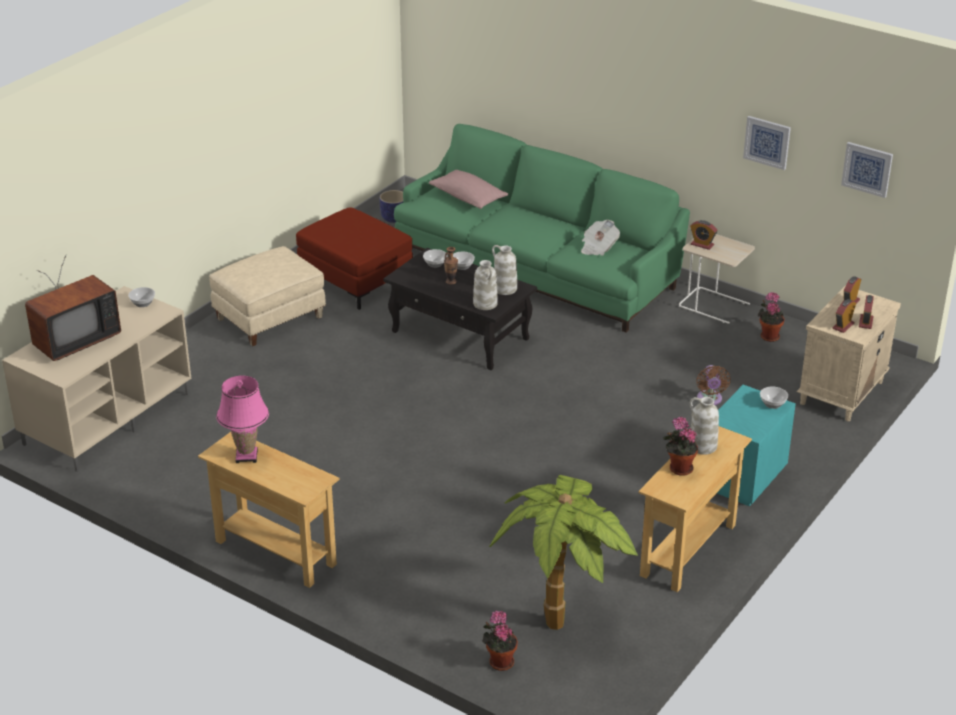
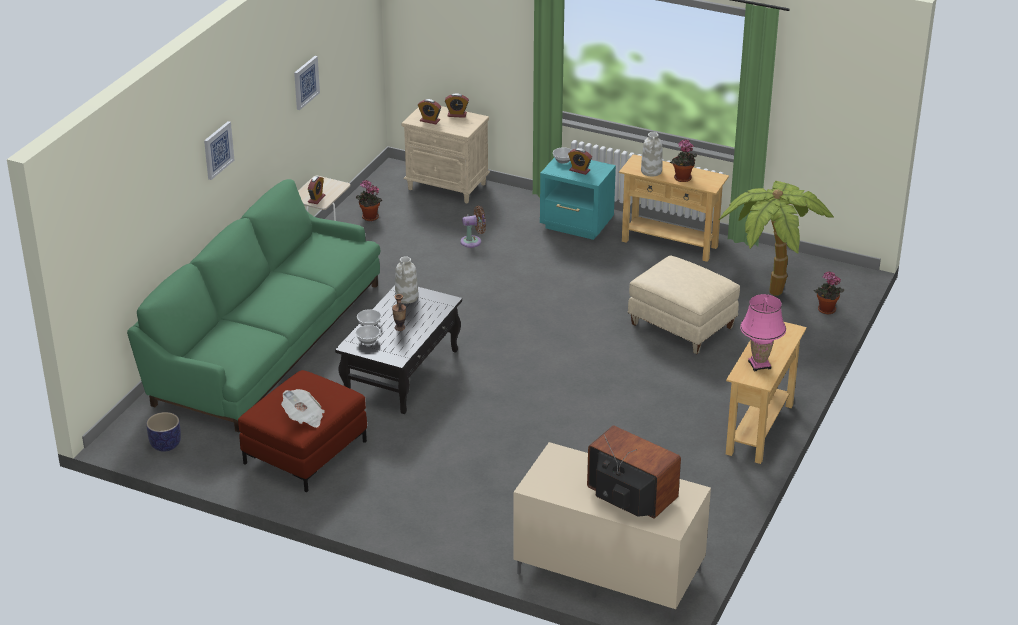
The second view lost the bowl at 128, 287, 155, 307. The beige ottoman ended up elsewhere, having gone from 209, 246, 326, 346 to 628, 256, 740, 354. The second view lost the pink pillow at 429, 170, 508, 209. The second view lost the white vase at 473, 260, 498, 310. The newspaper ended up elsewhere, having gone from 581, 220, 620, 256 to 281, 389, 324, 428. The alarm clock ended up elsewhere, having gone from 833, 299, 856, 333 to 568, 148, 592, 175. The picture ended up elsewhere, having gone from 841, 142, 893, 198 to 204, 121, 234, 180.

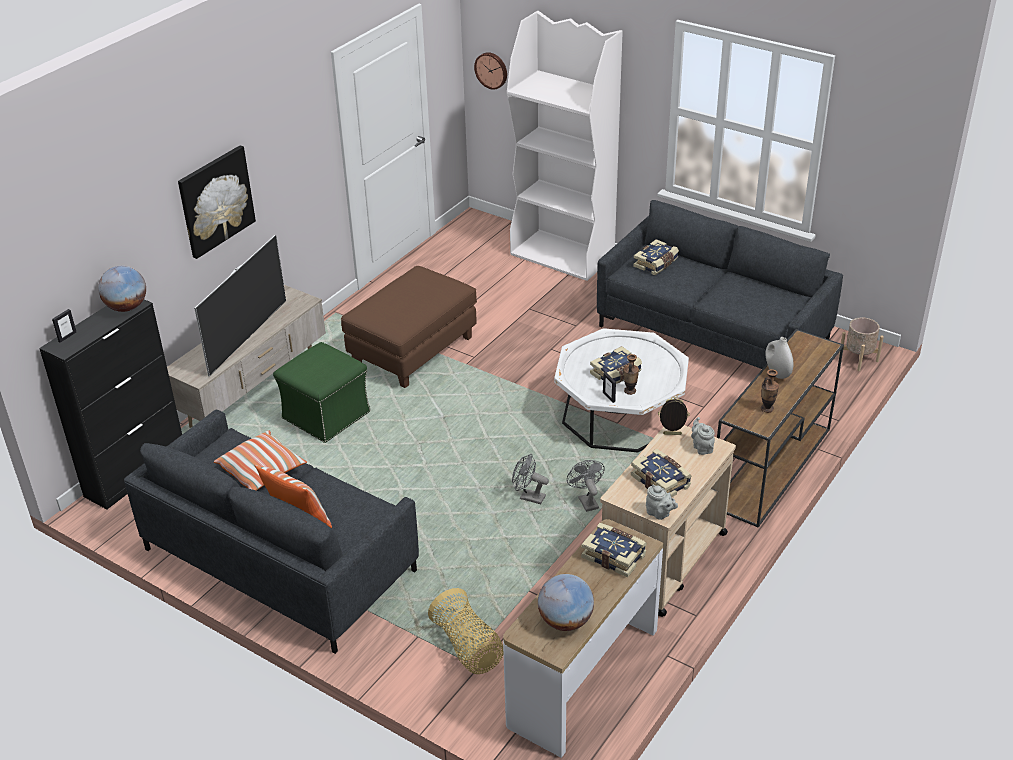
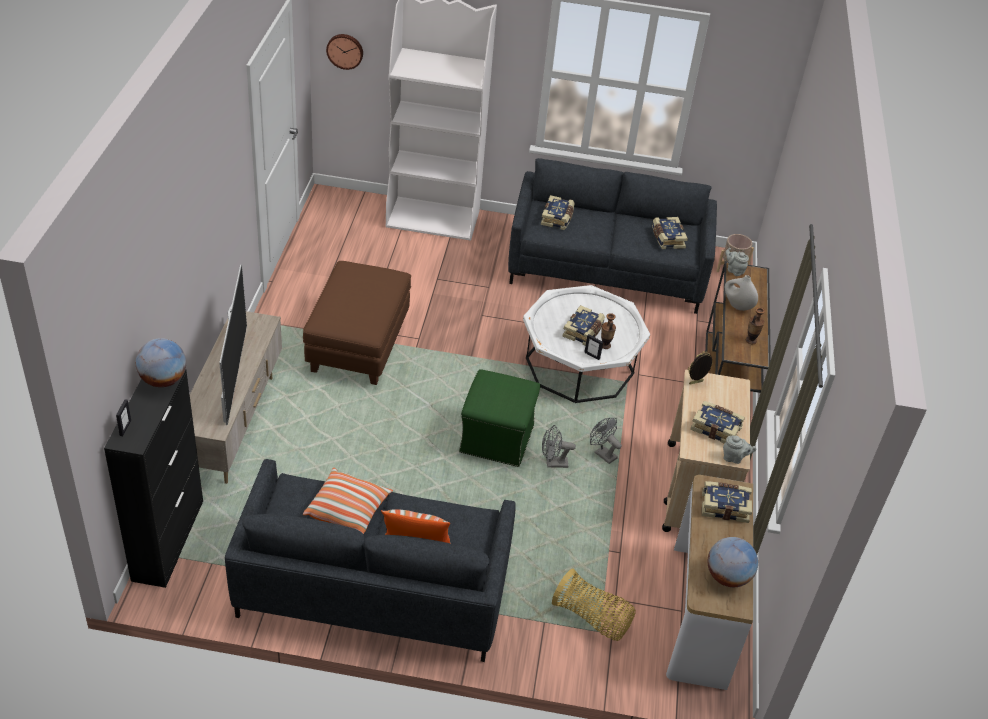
The second view lost the picture at 178, 145, 256, 259. The green ottoman ended up elsewhere, having gone from 273, 342, 371, 443 to 459, 369, 540, 467. The grey teapot ended up elsewhere, having gone from 691, 417, 715, 455 to 725, 247, 749, 276. The second view gained the book at 652, 217, 688, 249.

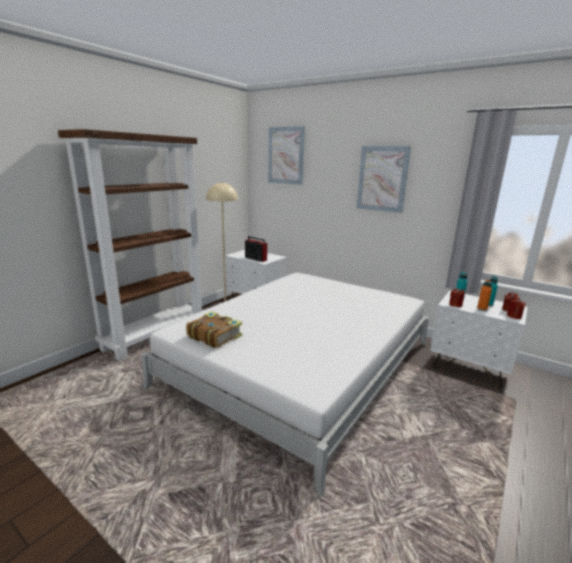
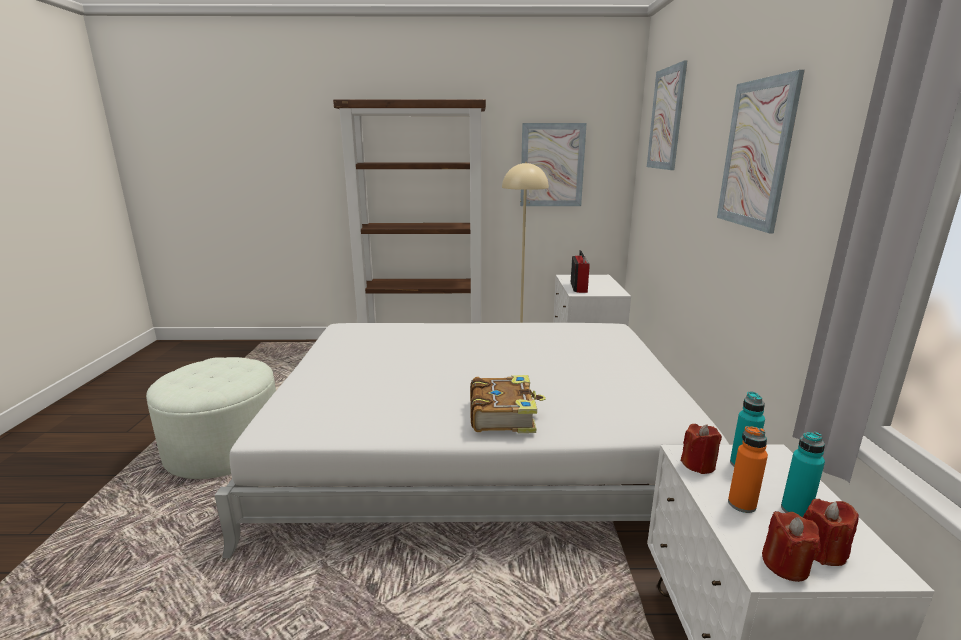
The book ended up elsewhere, having gone from 186, 311, 242, 348 to 470, 375, 546, 433. The second view gained the white ottoman at 146, 357, 276, 479. The second view gained the picture at 520, 123, 587, 206.

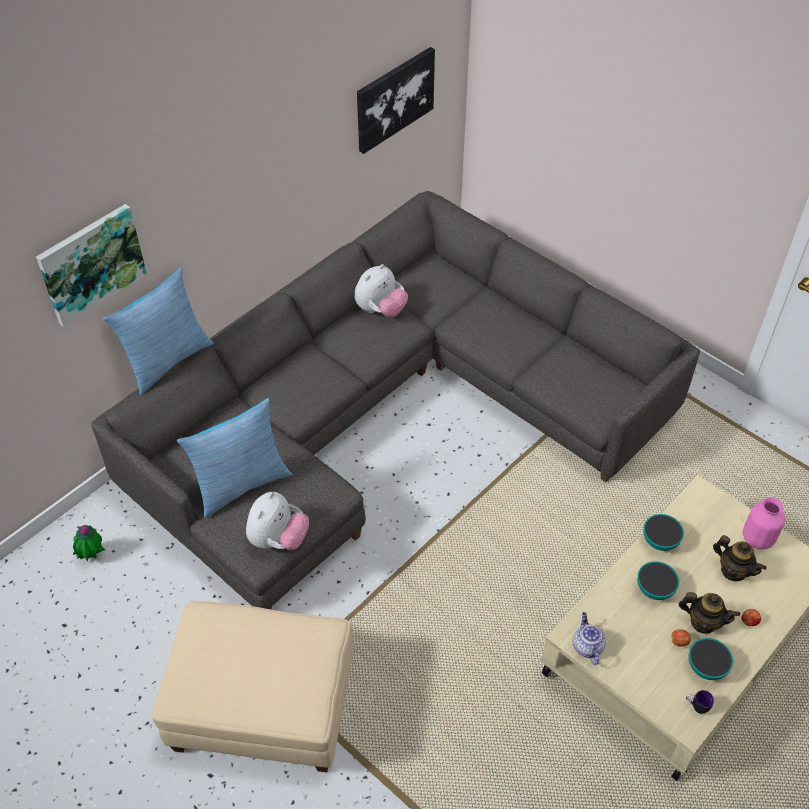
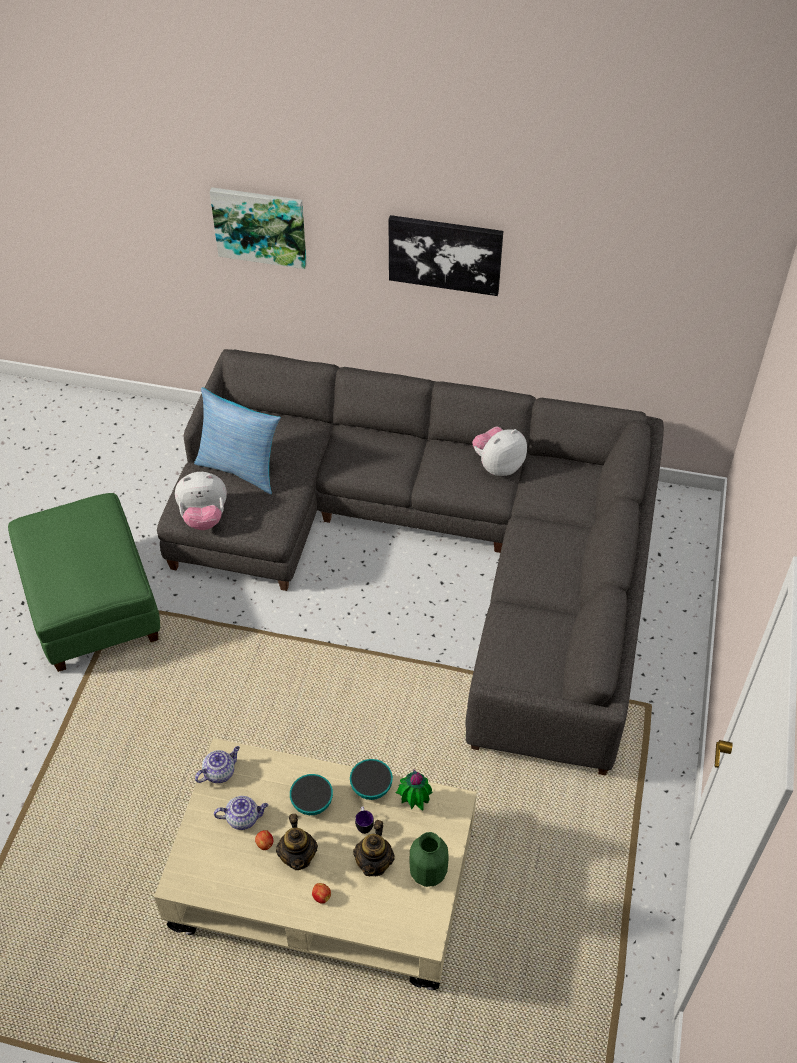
The potted plant ended up elsewhere, having gone from 73, 525, 105, 561 to 396, 769, 433, 811. The second view lost the pillow at 103, 268, 214, 395. What was the beige ottoman at 152, 601, 353, 772 turned into the green ottoman at 8, 493, 160, 672. The plush toy at 355, 264, 408, 317 ended up facing another way, 135 degrees clockwise from before. The picture ended up elsewhere, having gone from 357, 47, 435, 154 to 389, 215, 503, 296. The mug ended up elsewhere, having gone from 686, 690, 714, 714 to 355, 806, 374, 834. The second view lost the bowl at 689, 638, 733, 680. What was the pink vase at 742, 497, 786, 549 turned into the green vase at 410, 832, 449, 887. The second view gained the teapot at 214, 796, 268, 830.

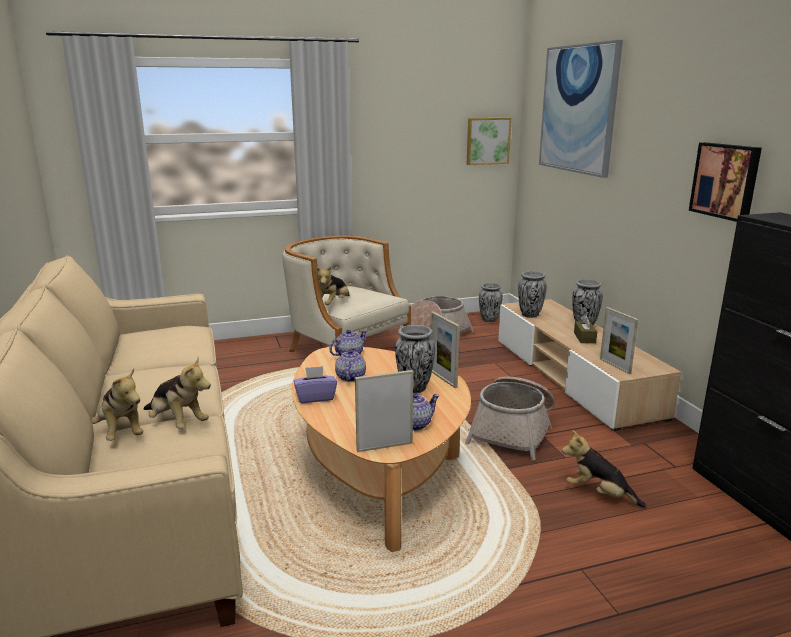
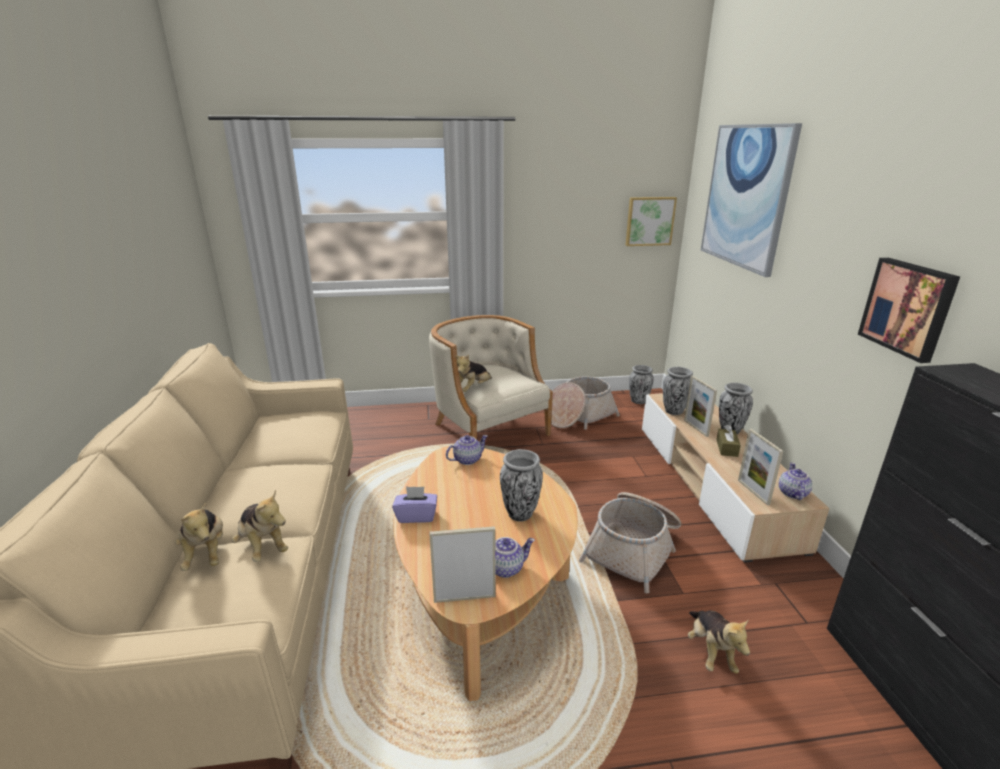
The teapot ended up elsewhere, having gone from 335, 347, 366, 382 to 779, 463, 812, 500. The picture frame ended up elsewhere, having gone from 430, 312, 460, 388 to 684, 376, 717, 437. The plush toy at 562, 430, 646, 508 ended up facing another way, 135 degrees counterclockwise from before.

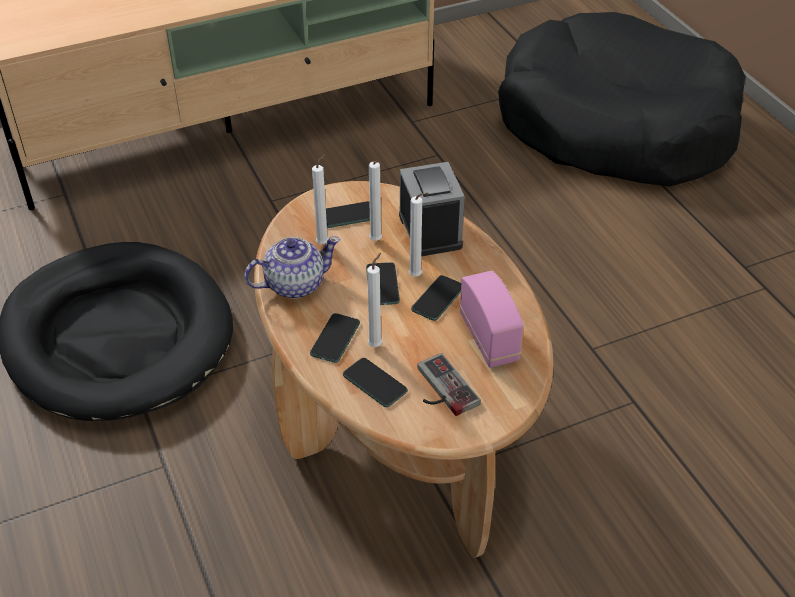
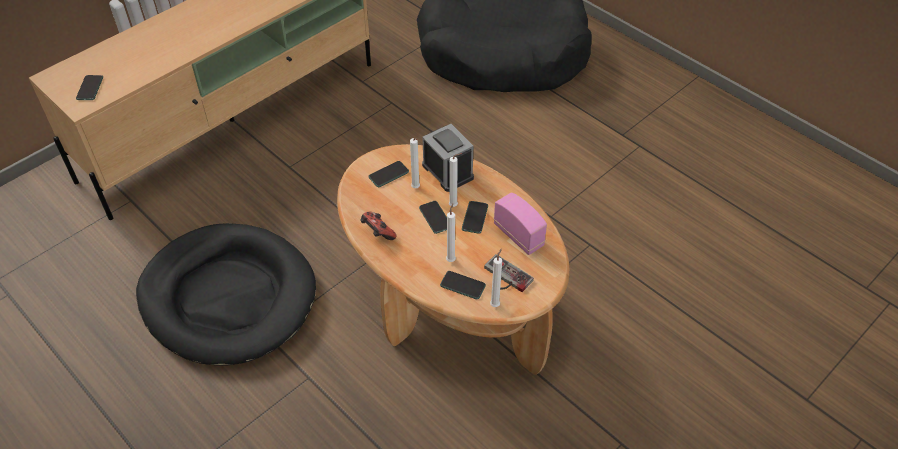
Where the teapot stood at 244, 236, 340, 299, the game controller came to stand at 360, 212, 396, 240. The phone ended up elsewhere, having gone from 310, 313, 360, 363 to 76, 75, 103, 100. The white candle ended up elsewhere, having gone from 312, 154, 329, 244 to 490, 249, 502, 307.

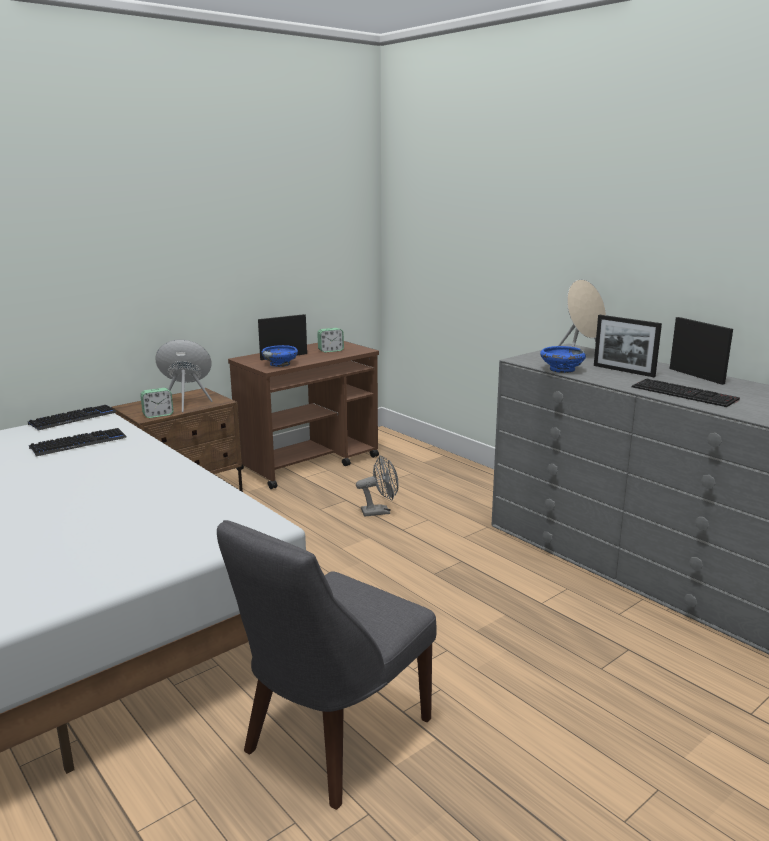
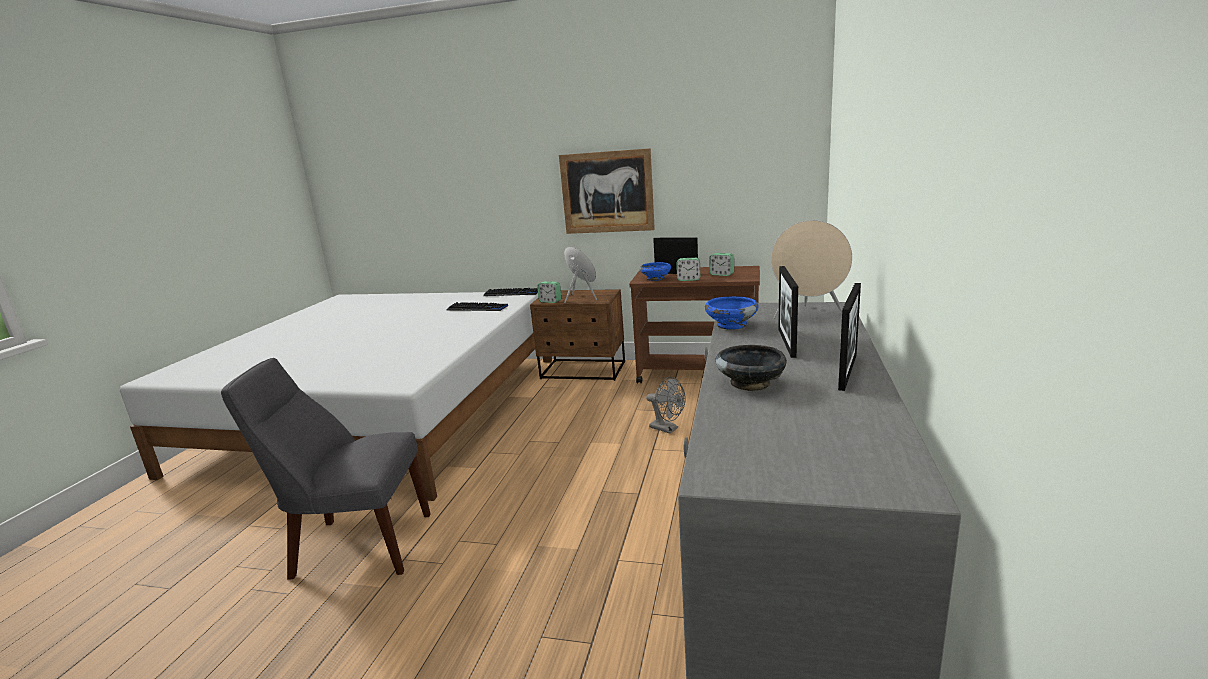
Where the keyboard stood at 632, 379, 740, 407, the black bowl came to stand at 715, 345, 787, 392. The second view gained the picture at 559, 148, 655, 234. The second view gained the alarm clock at 676, 258, 700, 281.

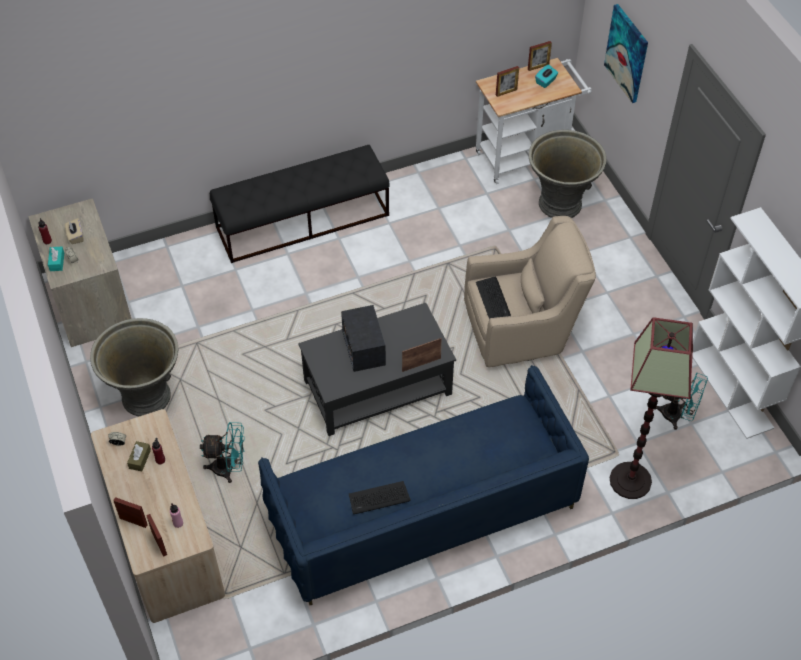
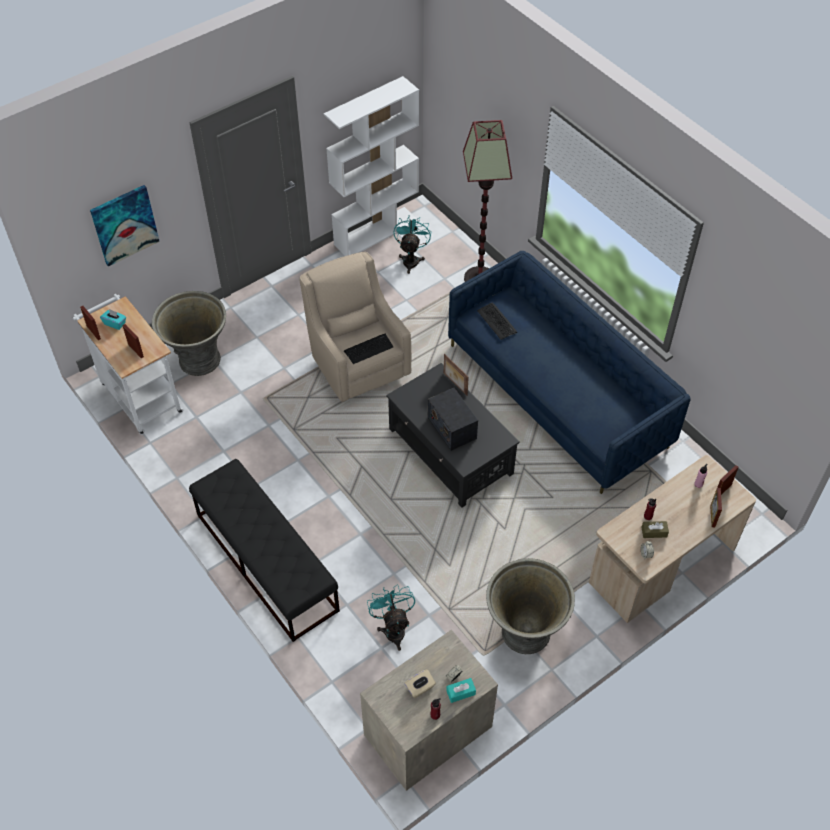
The turquoise fan ended up elsewhere, having gone from 200, 422, 245, 483 to 367, 584, 415, 651. The radio at 341, 305, 386, 372 ended up facing another way, 90 degrees clockwise from before. The keyboard ended up elsewhere, having gone from 349, 481, 411, 514 to 477, 302, 517, 340.

